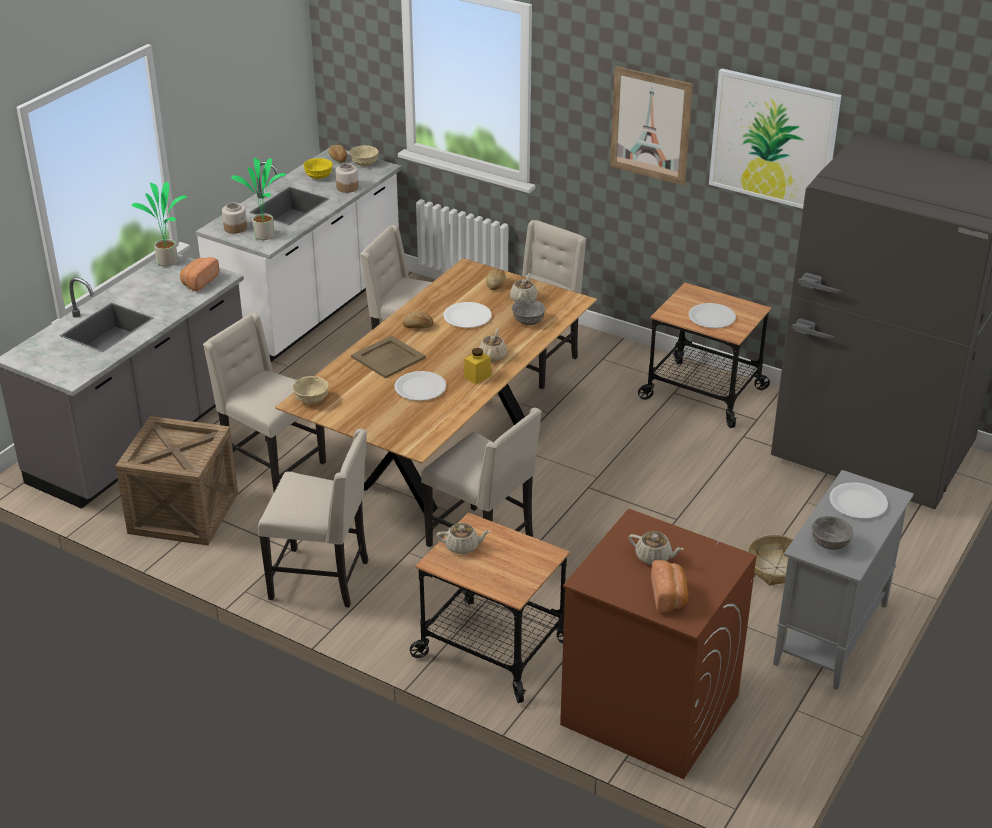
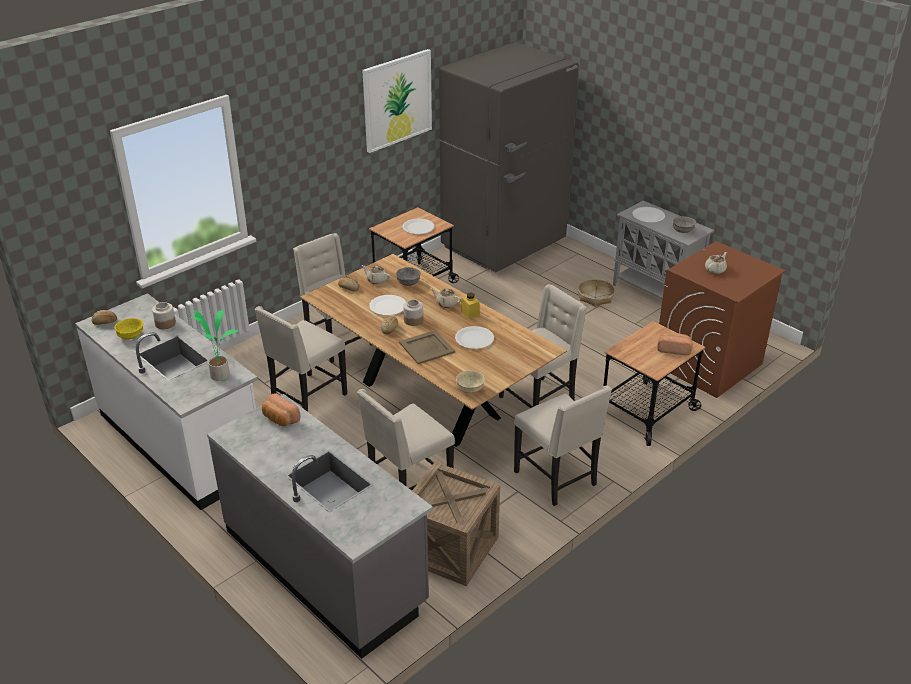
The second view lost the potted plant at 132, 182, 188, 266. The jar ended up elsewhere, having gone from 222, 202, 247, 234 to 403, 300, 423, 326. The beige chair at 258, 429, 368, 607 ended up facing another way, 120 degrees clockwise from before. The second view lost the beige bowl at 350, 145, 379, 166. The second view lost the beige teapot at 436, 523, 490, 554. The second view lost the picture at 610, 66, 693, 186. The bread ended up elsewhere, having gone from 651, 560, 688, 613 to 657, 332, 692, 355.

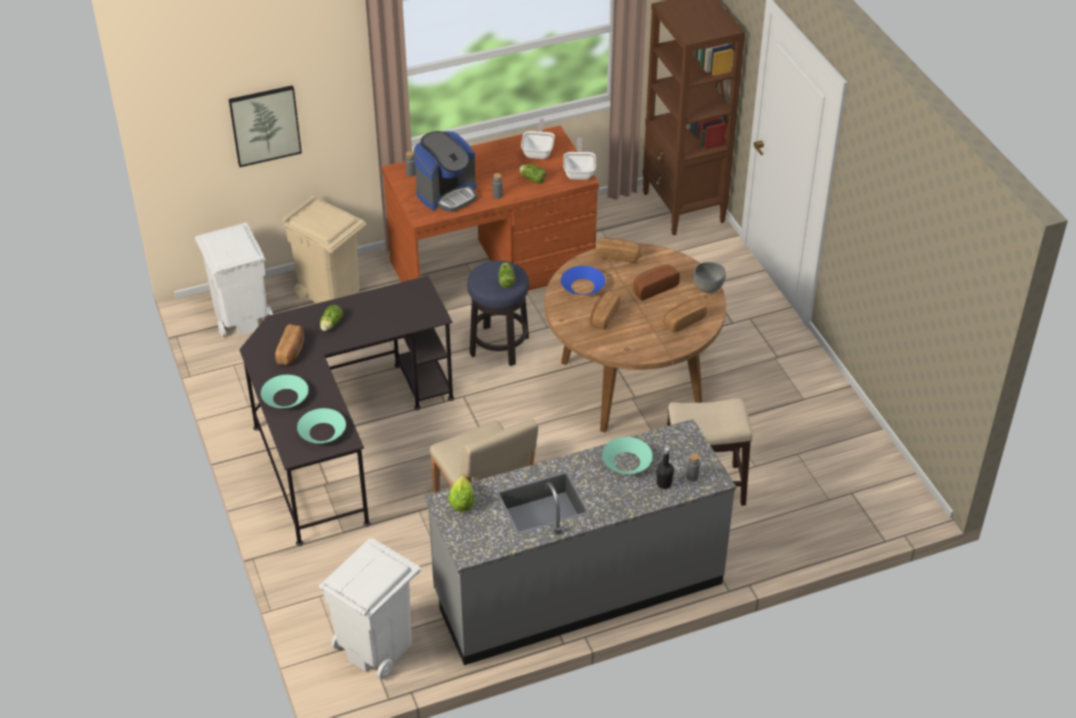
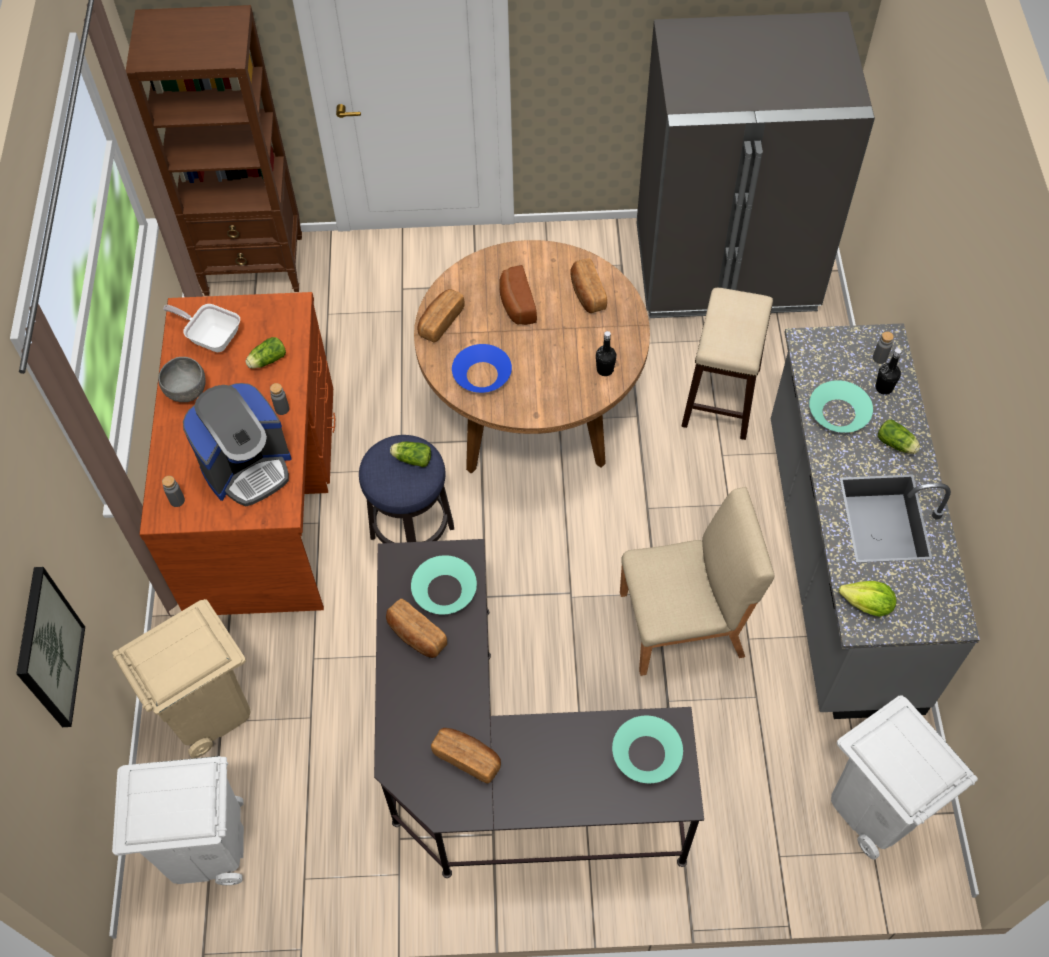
The turquoise bowl ended up elsewhere, having gone from 261, 375, 309, 408 to 411, 555, 477, 614. The lettuce ended up elsewhere, having gone from 320, 305, 343, 331 to 878, 420, 920, 454. The coffee machine at 414, 131, 477, 212 ended up facing another way, 75 degrees clockwise from before. The second view lost the frying pan at 563, 138, 596, 180. The bread ended up elsewhere, having gone from 590, 291, 621, 330 to 386, 599, 447, 658. The grey bowl ended up elsewhere, having gone from 693, 262, 726, 293 to 158, 357, 206, 402. The second view gained the black bottle at 596, 331, 617, 376. The second view gained the grey fridge at 637, 12, 875, 318.

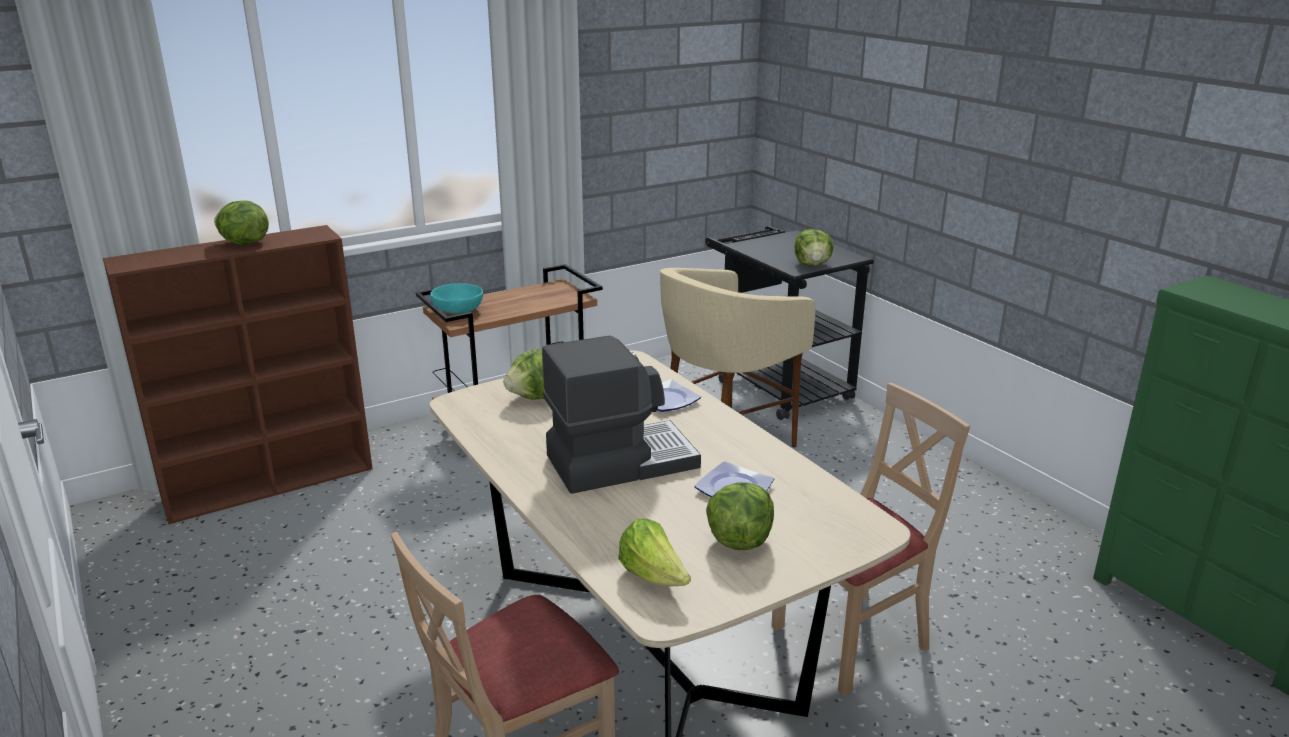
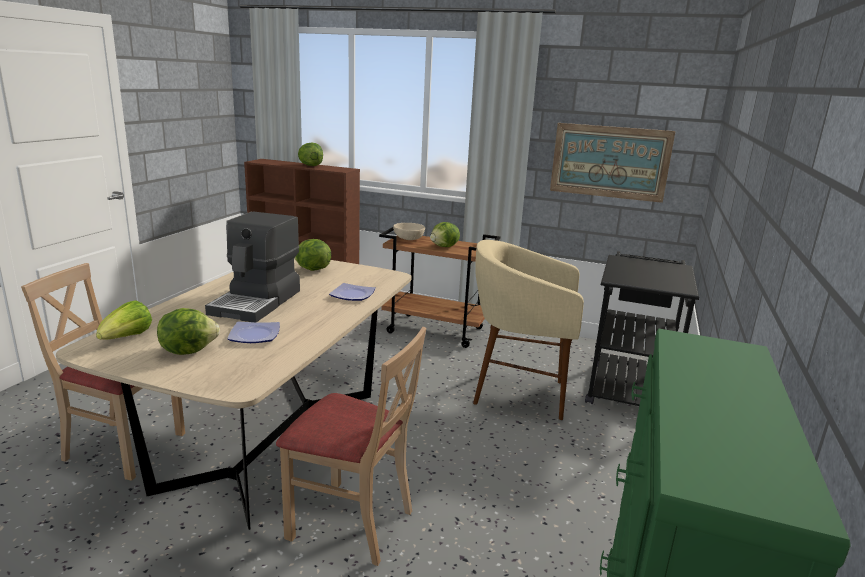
What was the turquoise bowl at 430, 283, 483, 314 turned into the beige bowl at 393, 223, 425, 240. The coffee machine at 542, 335, 701, 494 ended up facing another way, 75 degrees clockwise from before. The lettuce ended up elsewhere, having gone from 795, 229, 834, 266 to 430, 222, 460, 247. The second view gained the picture at 550, 123, 676, 203.

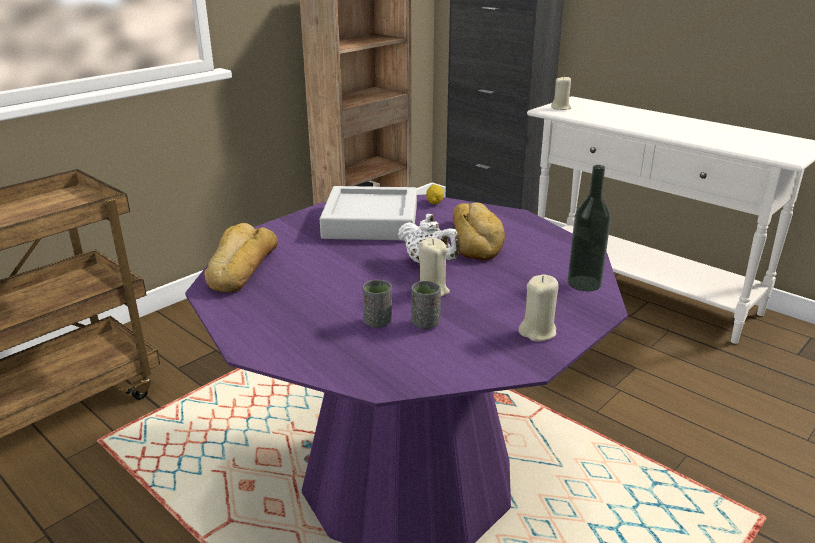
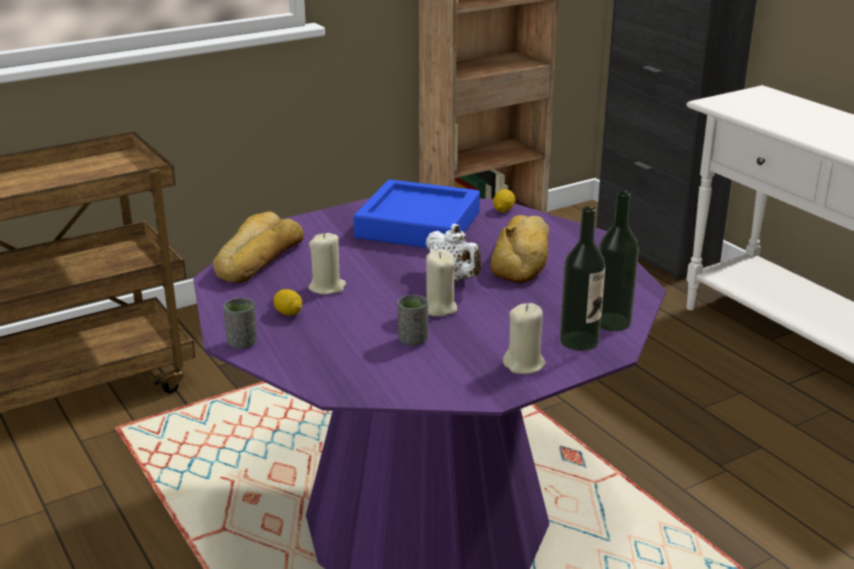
What was the grey tray at 320, 186, 417, 240 turned into the blue tray at 353, 180, 480, 248. The grey cup ended up elsewhere, having gone from 363, 280, 392, 328 to 223, 298, 257, 349. The beige candle ended up elsewhere, having gone from 551, 77, 571, 110 to 308, 233, 346, 294. The second view gained the lemon at 273, 289, 302, 316. The second view gained the bottle at 559, 206, 606, 351.

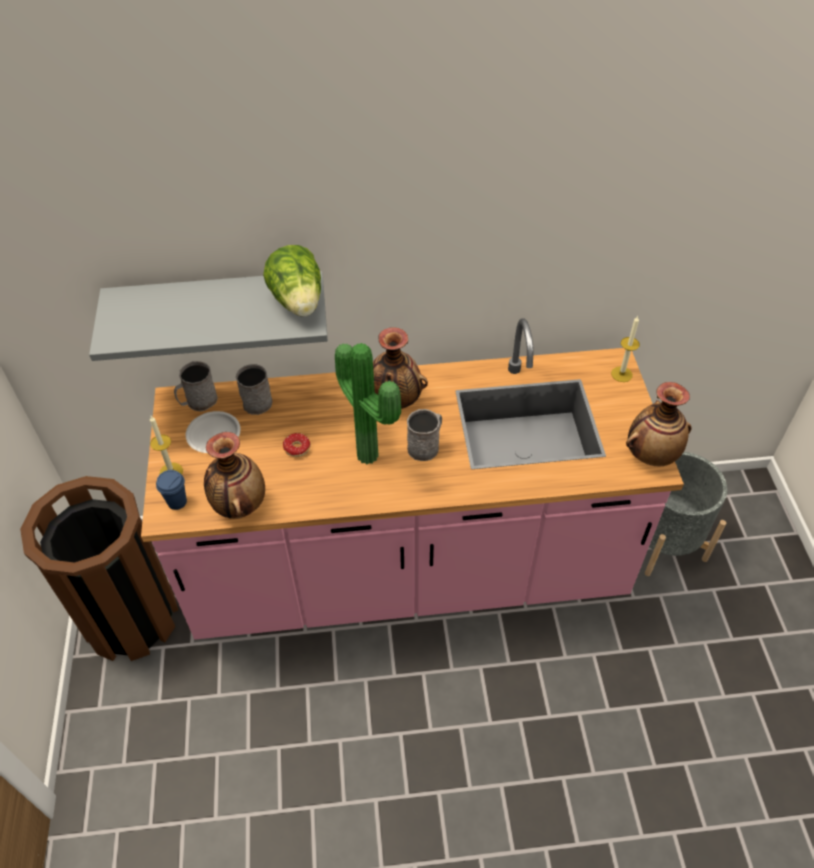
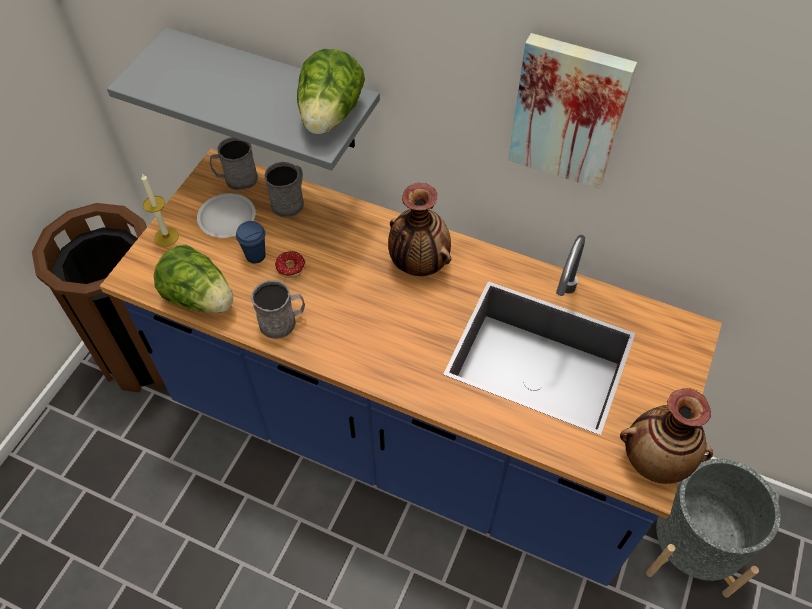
What was the pink counter at 141, 318, 684, 639 turned into the blue counter at 100, 149, 722, 586. The blue cup ended up elsewhere, having gone from 156, 470, 187, 510 to 236, 221, 265, 264. Where the vase stood at 204, 432, 265, 519, the lettuce came to stand at 154, 244, 233, 313. The second view lost the potted plant at 335, 343, 401, 465. The grey mug ended up elsewhere, having gone from 407, 409, 442, 461 to 251, 280, 305, 339. The second view lost the candle at 611, 316, 640, 382. The second view gained the picture at 508, 33, 637, 189.

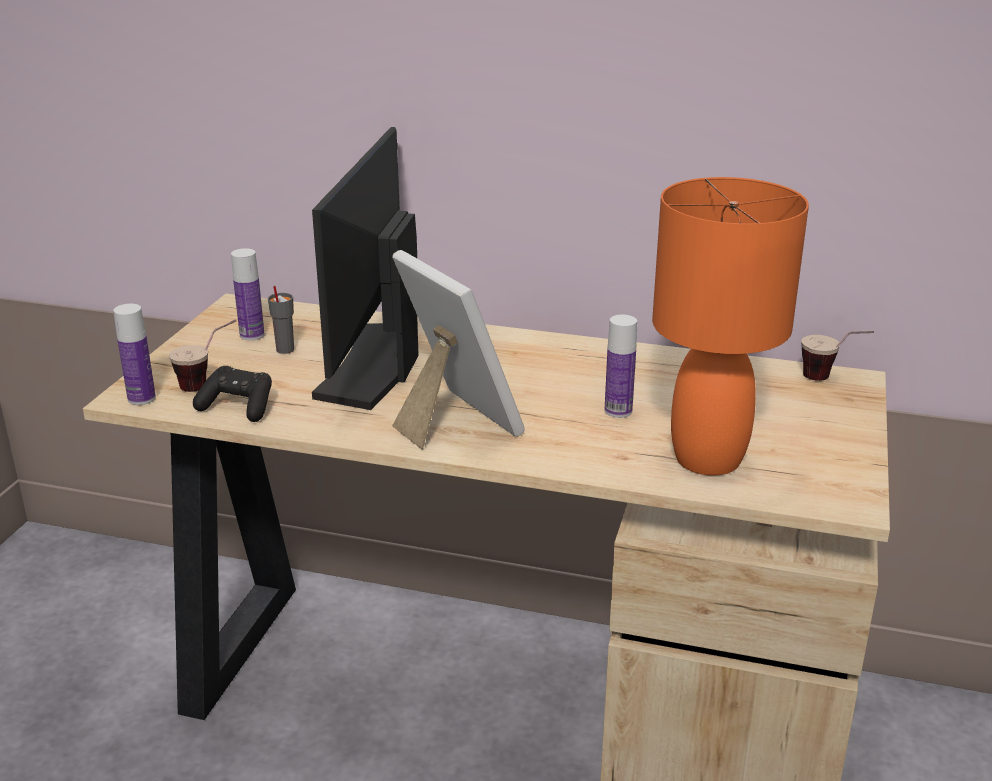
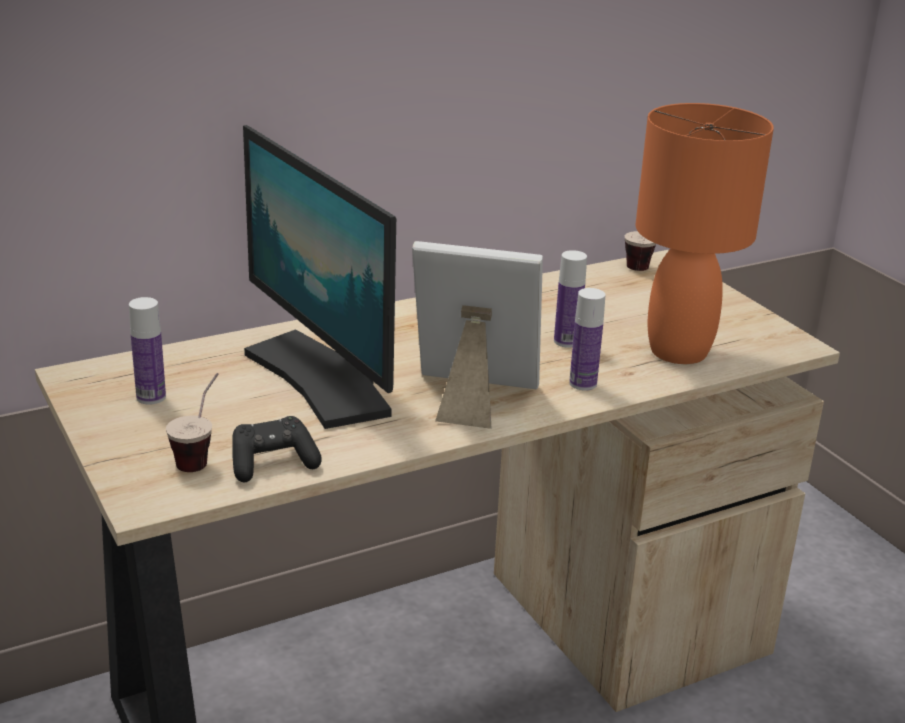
The bottle ended up elsewhere, having gone from 113, 304, 156, 405 to 569, 288, 606, 391. The second view lost the grey cup at 268, 286, 294, 354.

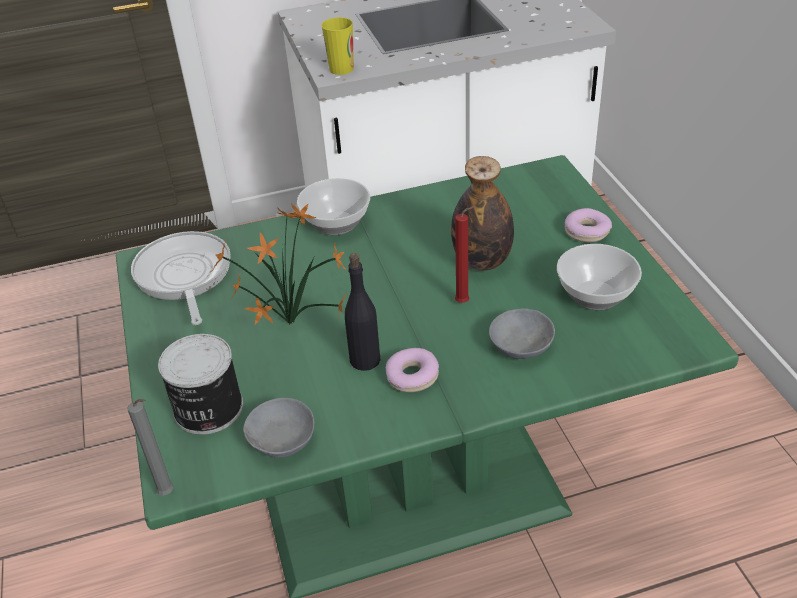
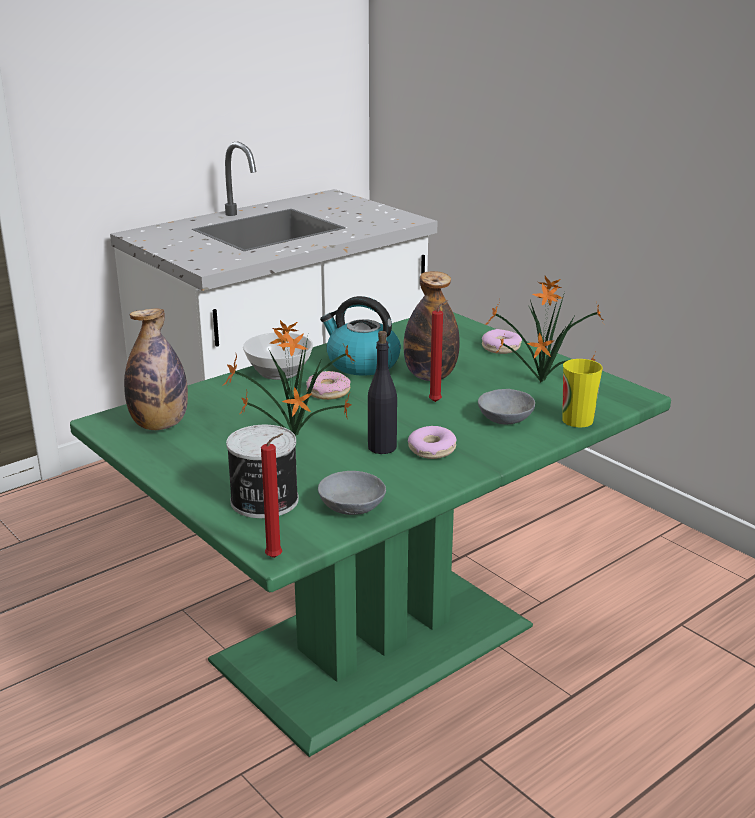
What was the grey candle at 127, 399, 174, 496 turned into the red candle at 261, 434, 283, 558. Where the frying pan stood at 131, 231, 231, 325, the bottle came to stand at 124, 309, 188, 430. The cup ended up elsewhere, having gone from 321, 17, 354, 75 to 562, 359, 603, 427. Where the bowl stood at 557, 244, 642, 310, the potted plant came to stand at 484, 276, 603, 383. The second view gained the donut at 306, 371, 351, 400. The second view gained the kettle at 320, 296, 401, 376.

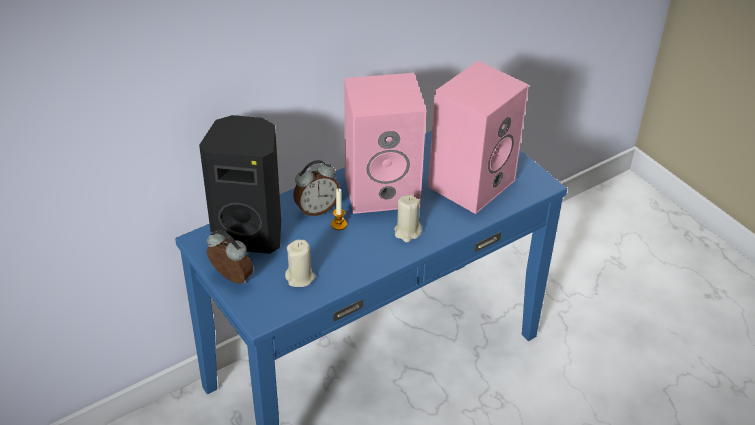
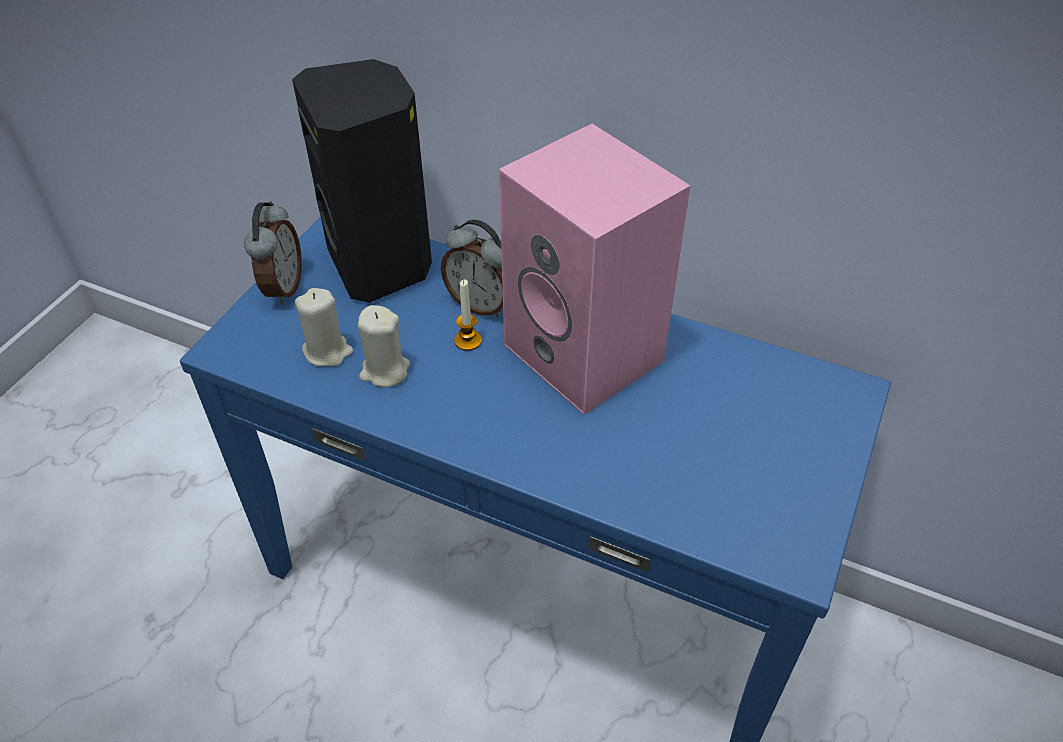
The beige candle ended up elsewhere, having gone from 395, 195, 422, 242 to 358, 305, 410, 387. The second view lost the pink speaker at 428, 61, 529, 214.

